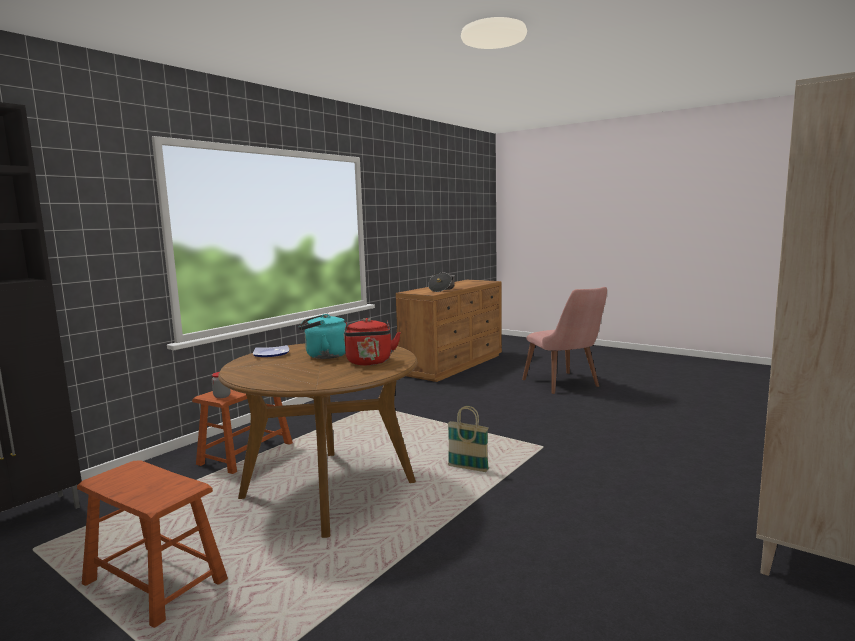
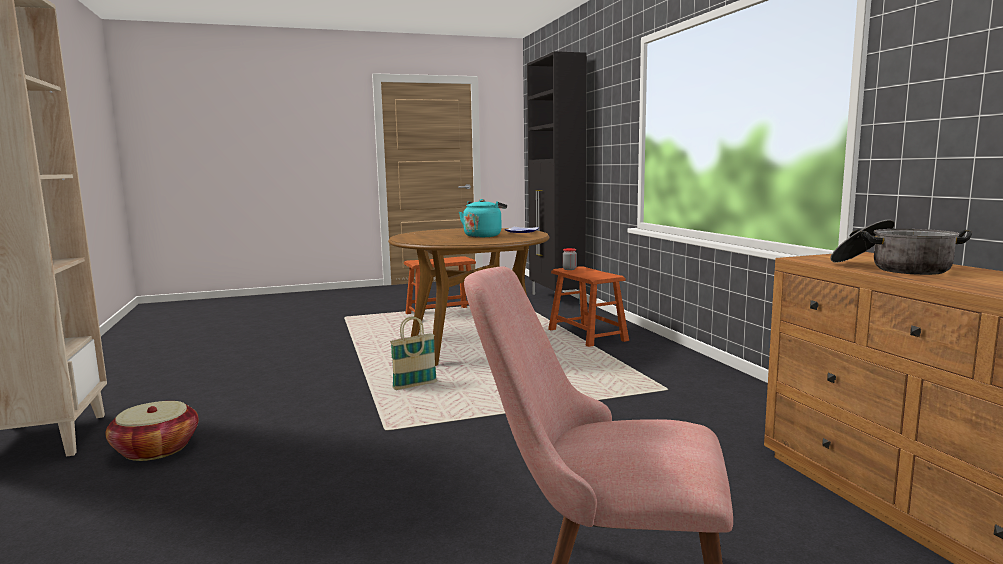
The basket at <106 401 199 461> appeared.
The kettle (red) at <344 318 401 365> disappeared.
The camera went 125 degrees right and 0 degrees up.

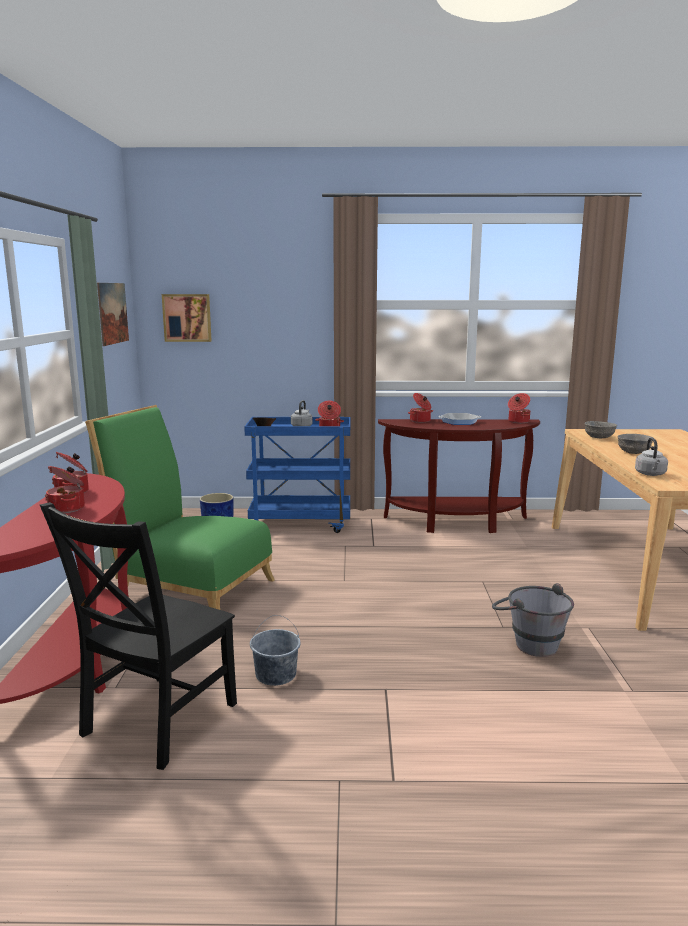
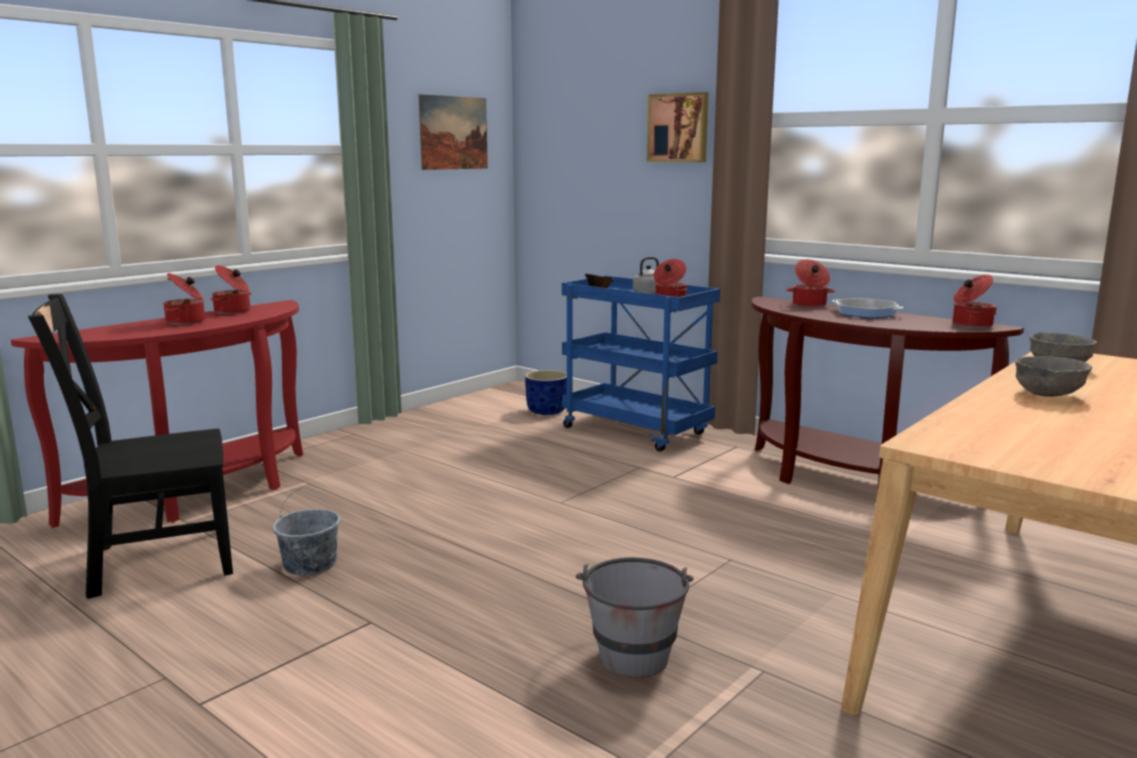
The picture moved from <162 294 212 342> to <647 92 708 162>.
The chair (green) at <85 405 275 610> disappeared.
The kettle (grey) at <635 437 668 476> disappeared.
The camera went 40 degrees right and 0 degrees up.

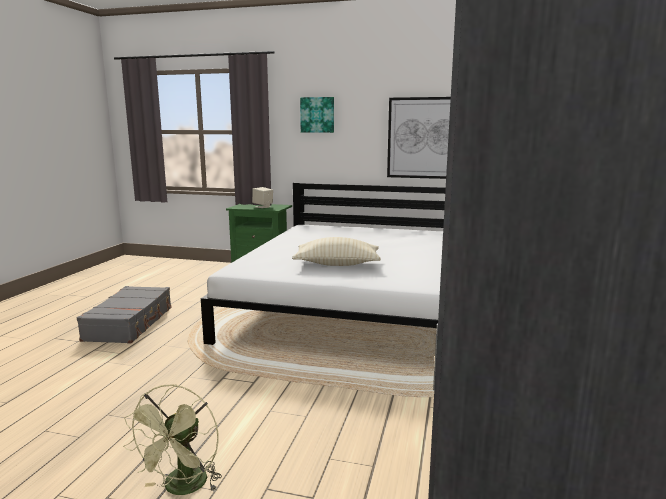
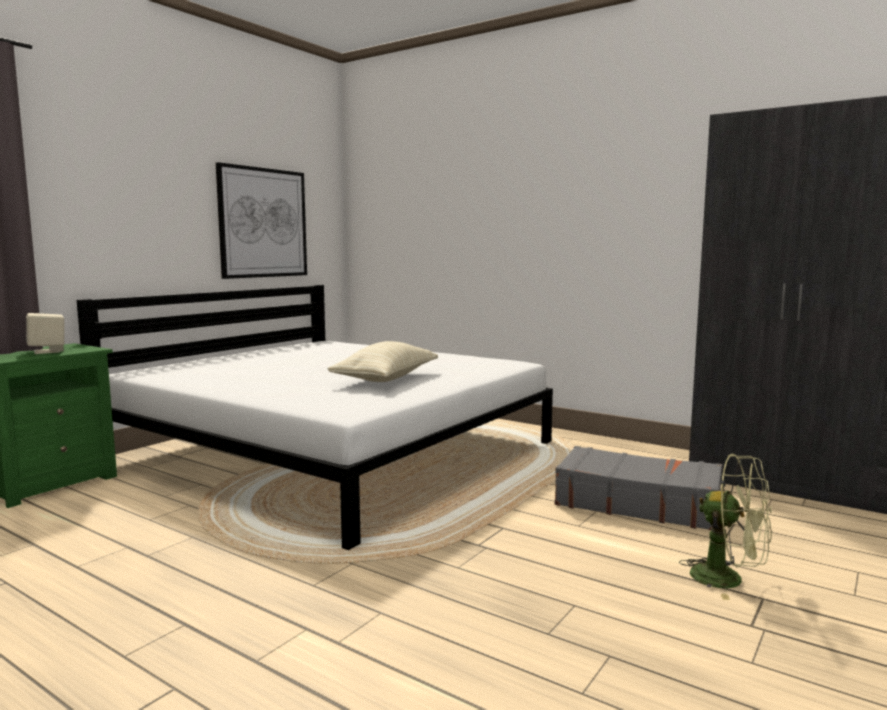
The suitcase (grey) moved from <77 286 172 344> to <555 446 722 530>.
The picture at <300 97 334 133> disappeared.
The camera went 70 degrees left and 5 degrees down.

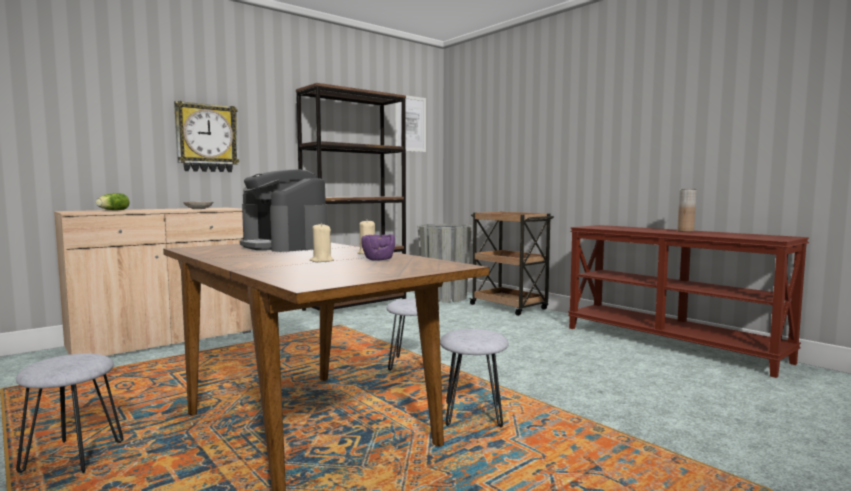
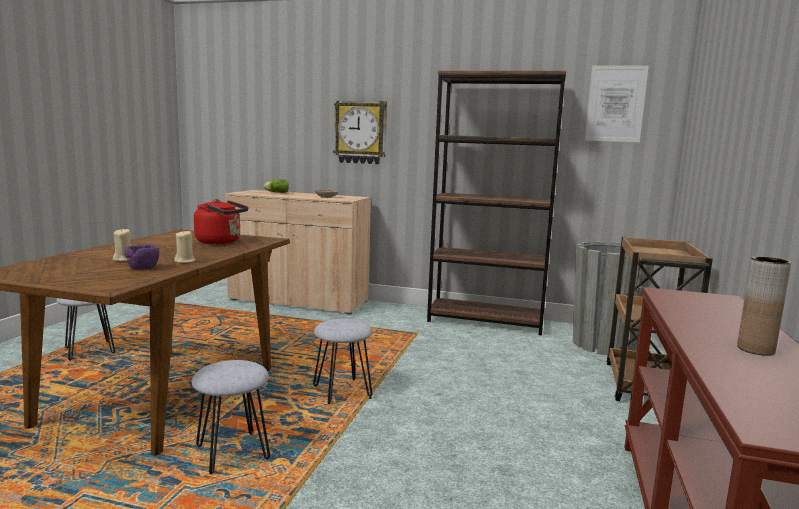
The coffee machine at <240 169 328 252> was replaced by the kettle (red) at <194 199 248 244>.
The camera went 55 degrees right and 5 degrees up.

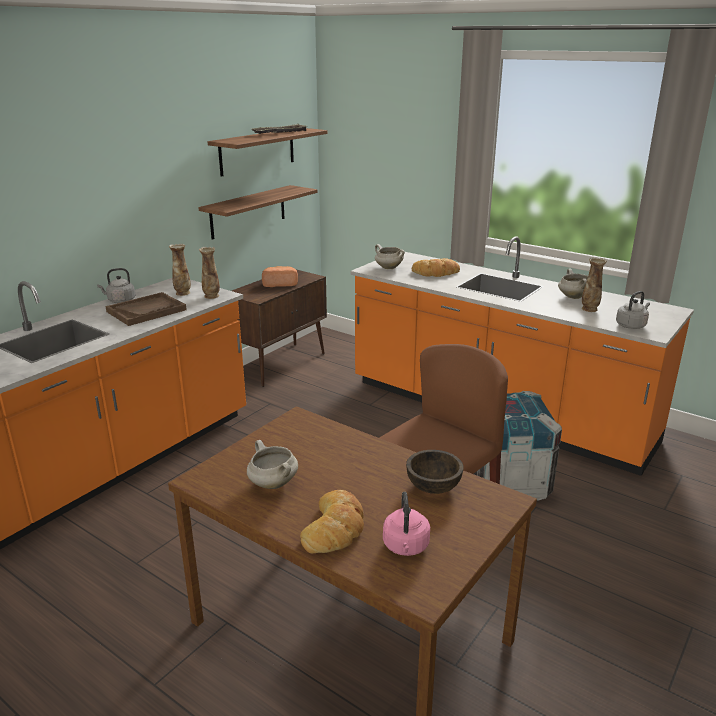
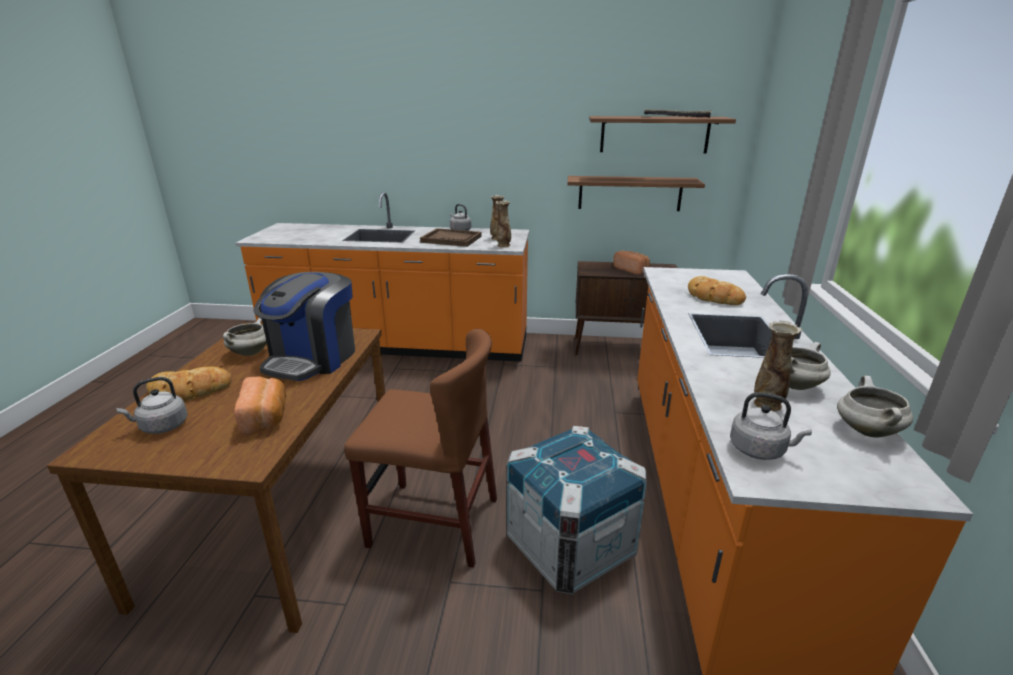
The kettle (pink) at <383 492 430 556> became the kettle (grey) at <116 377 188 434>.
The bowl (brown) at <406 450 464 494> was replaced by the bread at <234 376 286 435>.
The coffee machine at <253 272 355 381> appeared.
The cooking pot (white) moved from <375 244 405 269> to <837 376 913 438>.
The camera went 60 degrees right and 0 degrees up.

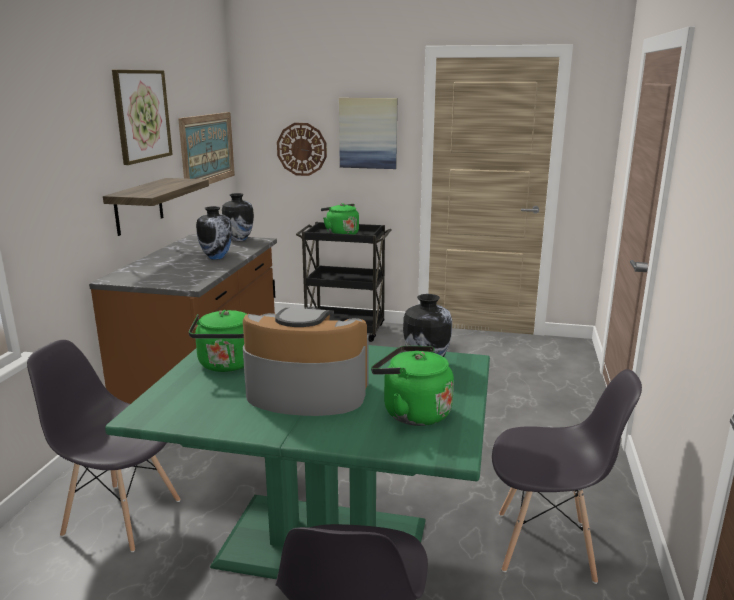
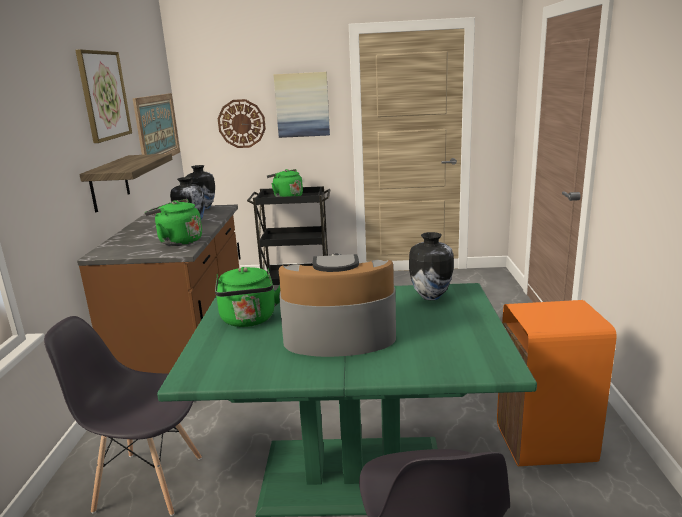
The kettle (green) moved from <371 346 454 426> to <144 199 202 246>.
The chair (grey) at <492 369 642 584> was replaced by the trash can (orange) at <497 300 616 466>.
The camera went 10 degrees left and 0 degrees up.

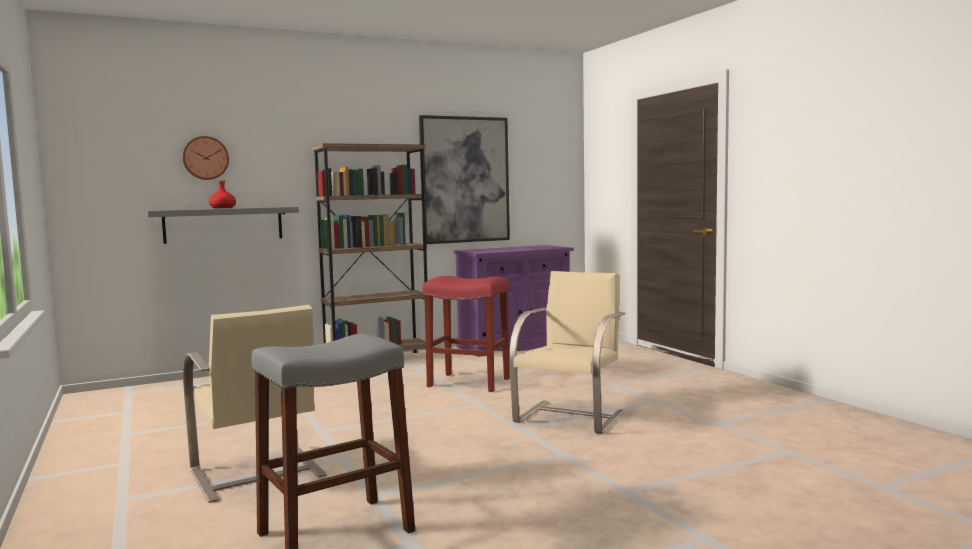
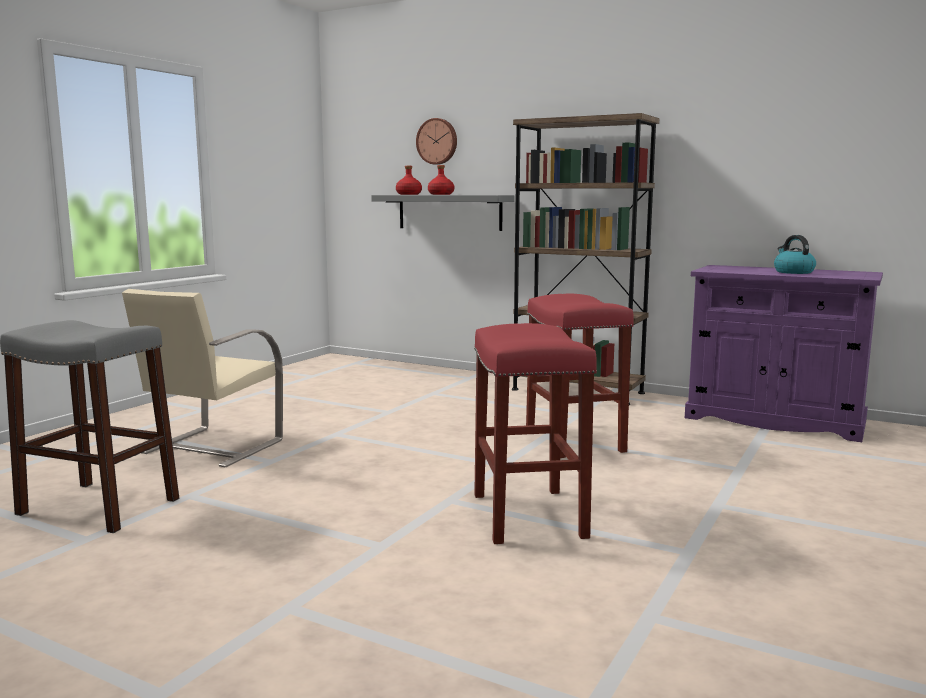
The bottle (red) at <396 166 422 195> appeared.
The chair (beige) at <509 271 625 434> was replaced by the stool (red) at <474 323 597 544>.
The kettle at <774 235 816 274> appeared.
The picture at <419 115 510 244> disappeared.
The camera went 55 degrees right and 5 degrees up.

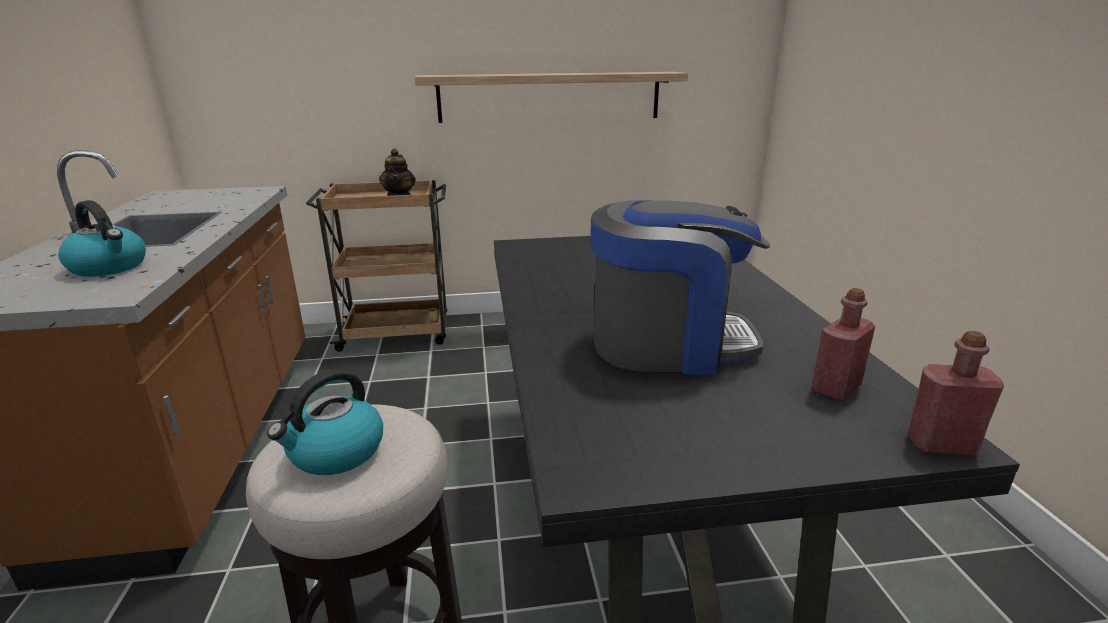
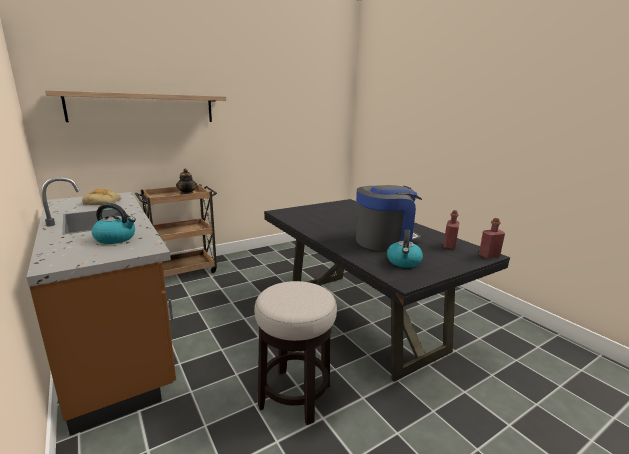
The shelf moved from <415 72 688 123> to <45 90 226 122>.
The bread at <82 189 121 205> appeared.
The kettle moved from <267 369 383 475> to <387 229 423 268>.
The camera went 25 degrees left and 5 degrees down.

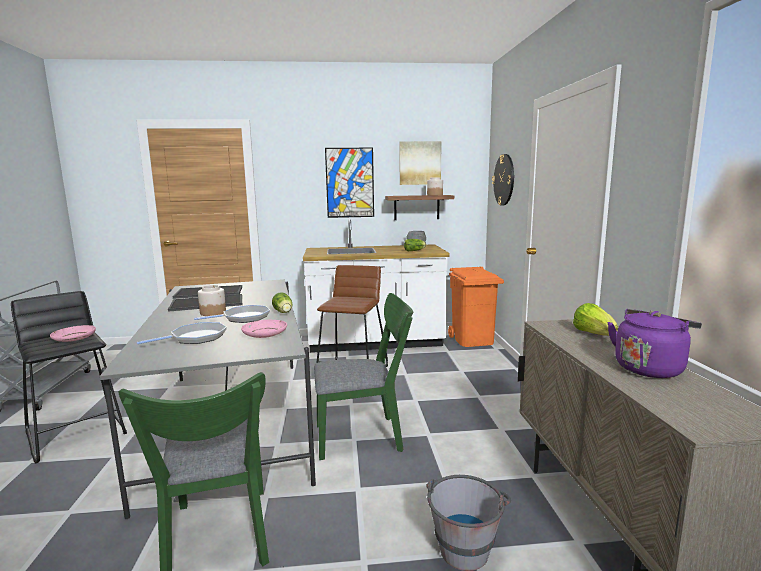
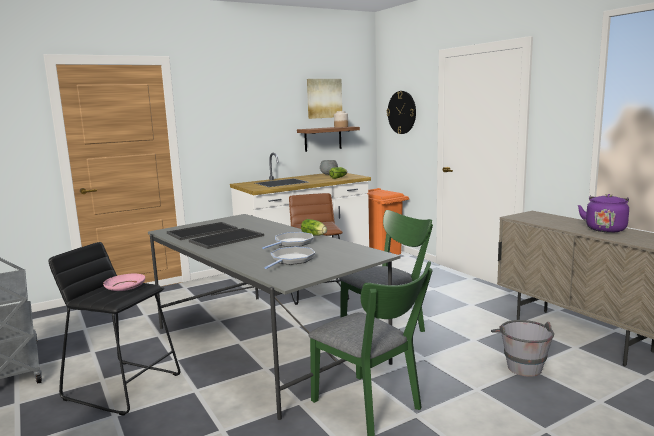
The jar at <198 285 226 316> disappeared.
The plate (pink) at <241 320 287 338> disappeared.
The picture at <325 148 374 218> disappeared.
The lettuce at <573 303 618 336> disappeared.
The camera went 25 degrees left and 0 degrees up.

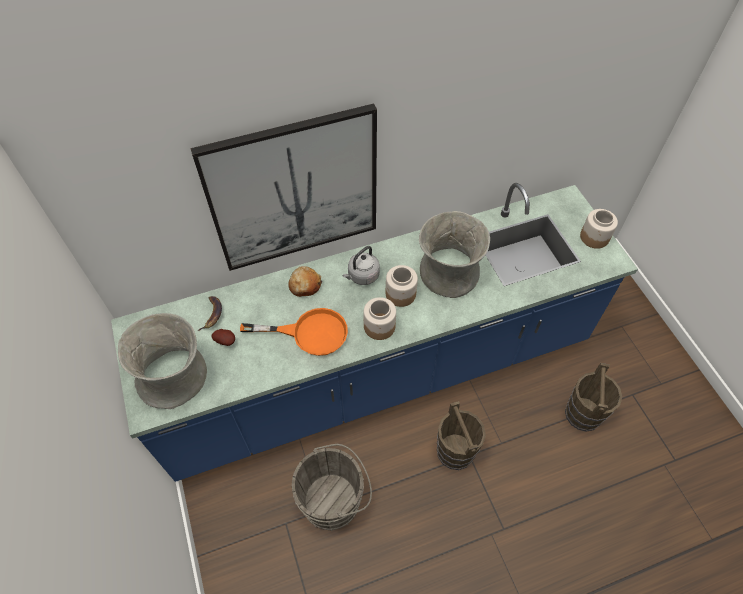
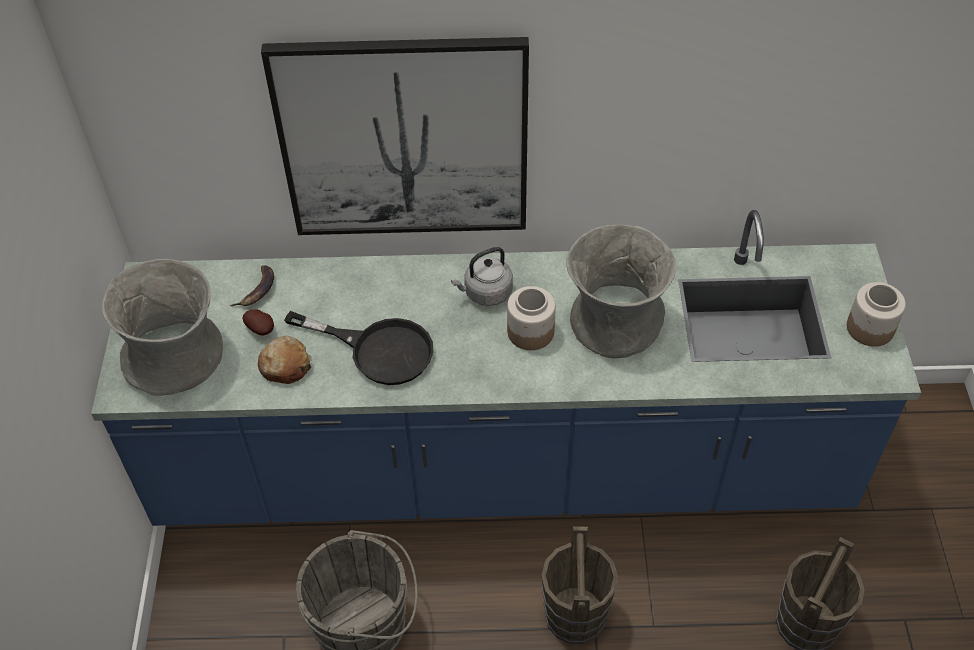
The bread moved from <288 266 323 297> to <258 336 312 384>.
The frying pan (orange) at <240 308 348 356> became the frying pan (black) at <284 311 433 385>.
The jar at <363 297 396 340> disappeared.
The camera went 20 degrees right and 5 degrees down.

